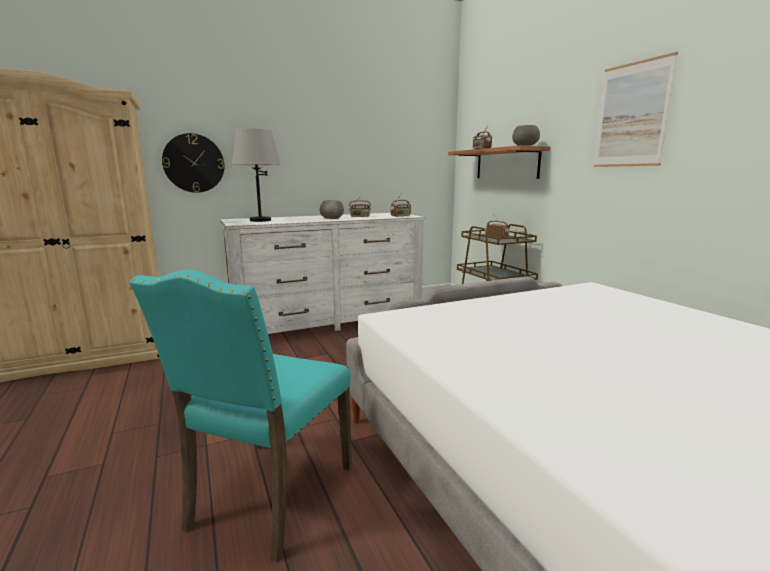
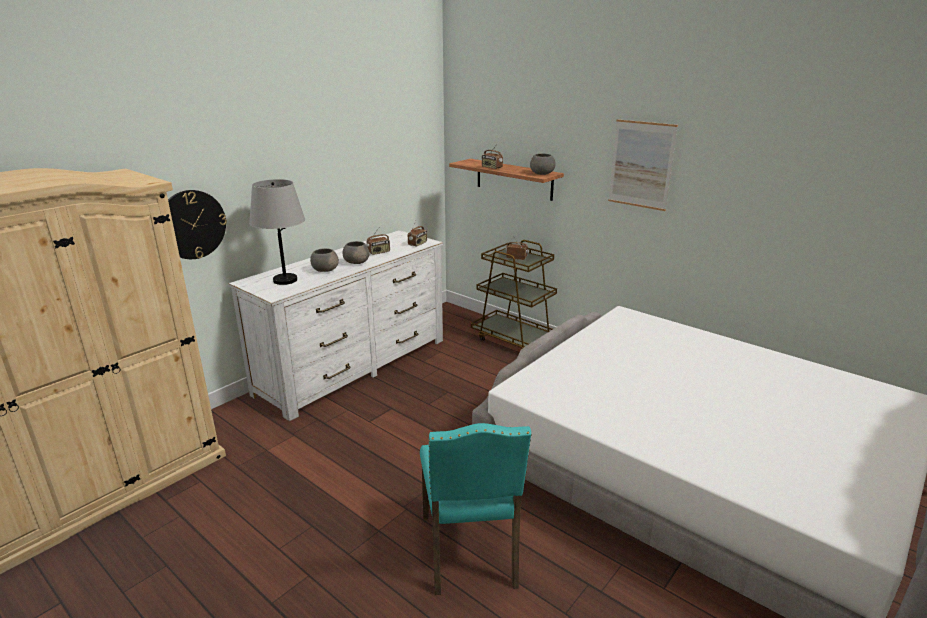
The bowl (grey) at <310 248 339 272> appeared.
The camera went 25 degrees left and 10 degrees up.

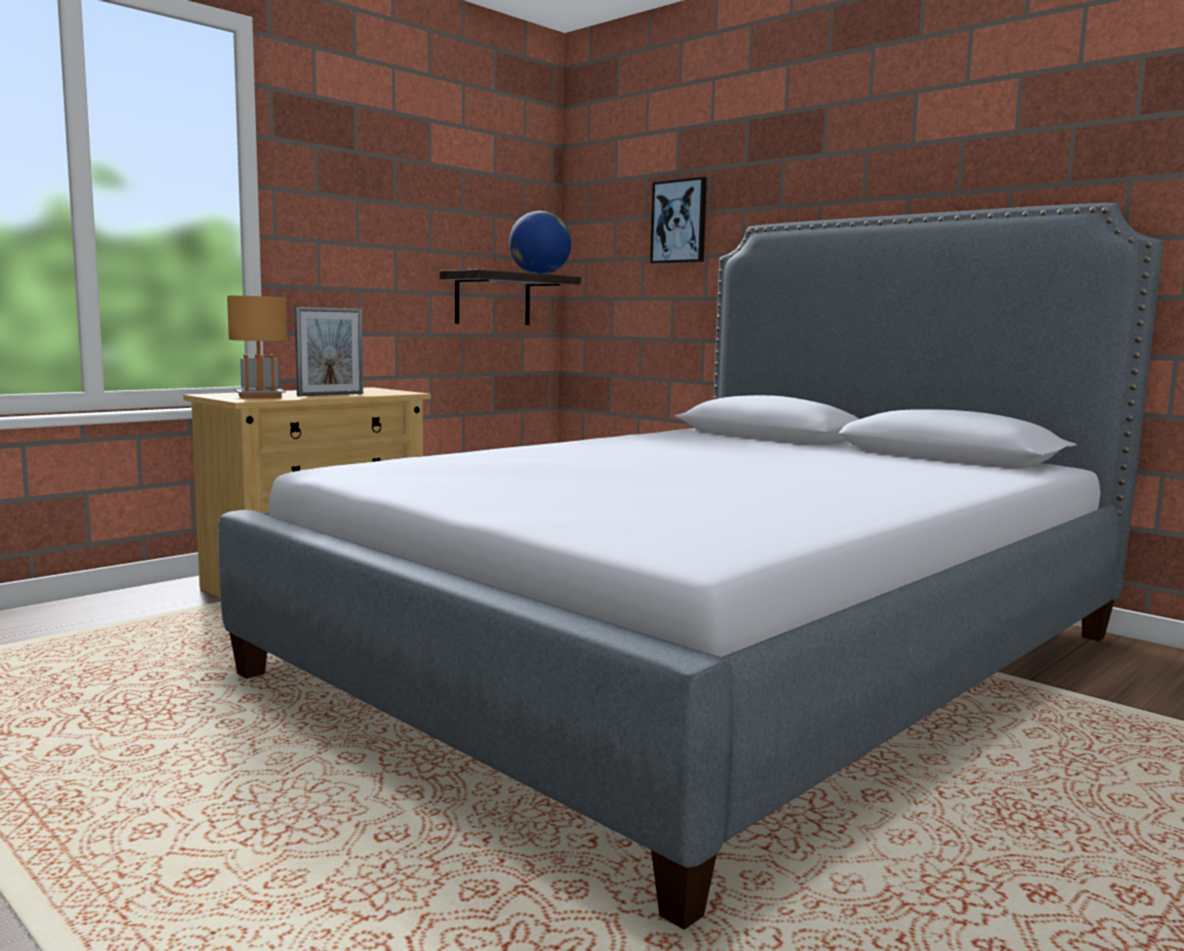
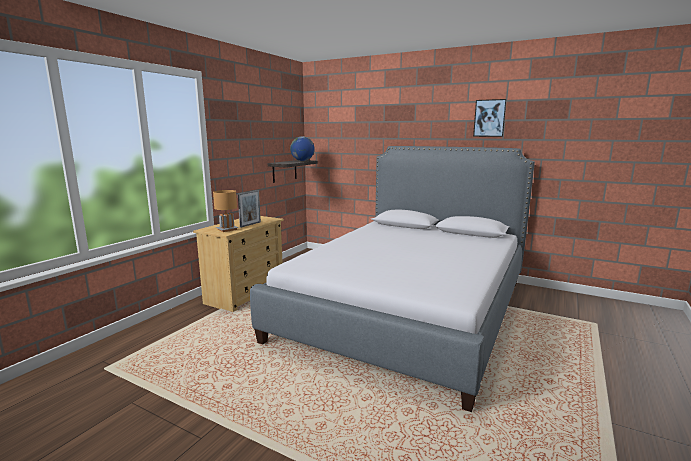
The picture moved from <650 177 707 264> to <473 99 507 137>.
The camera went 15 degrees left and 5 degrees up.

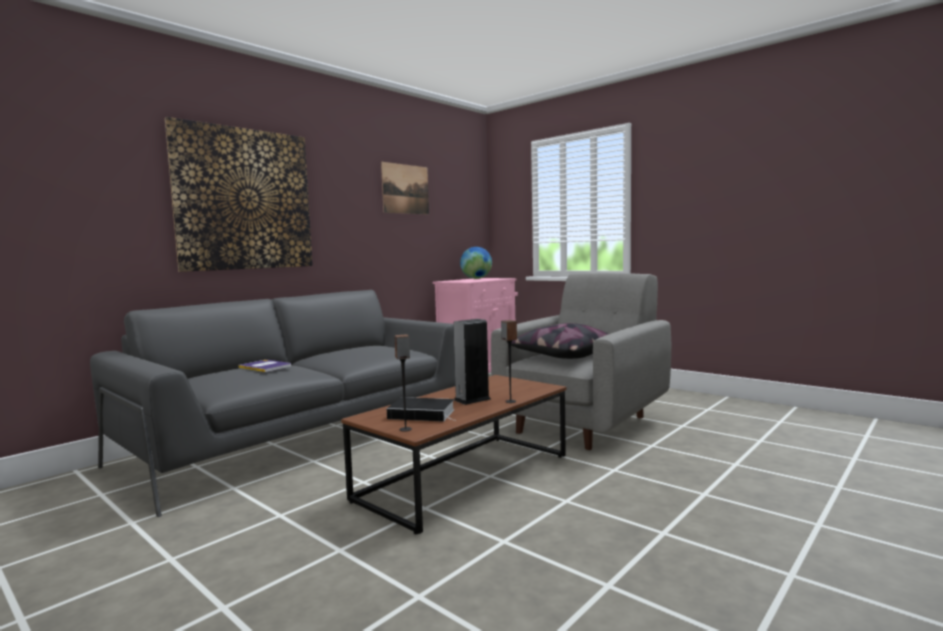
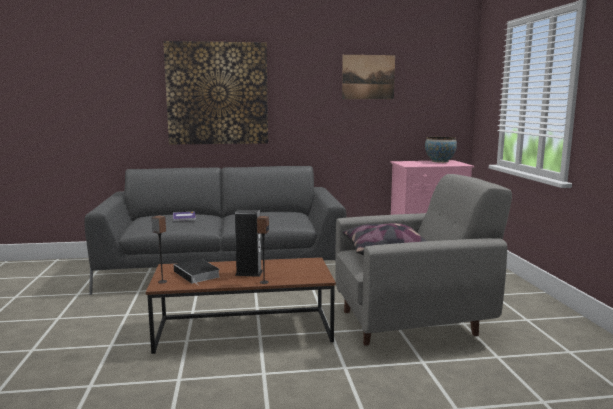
The globe at <460 247 492 279> was replaced by the bowl at <425 137 457 163>.
The camera went 40 degrees right and 5 degrees up.

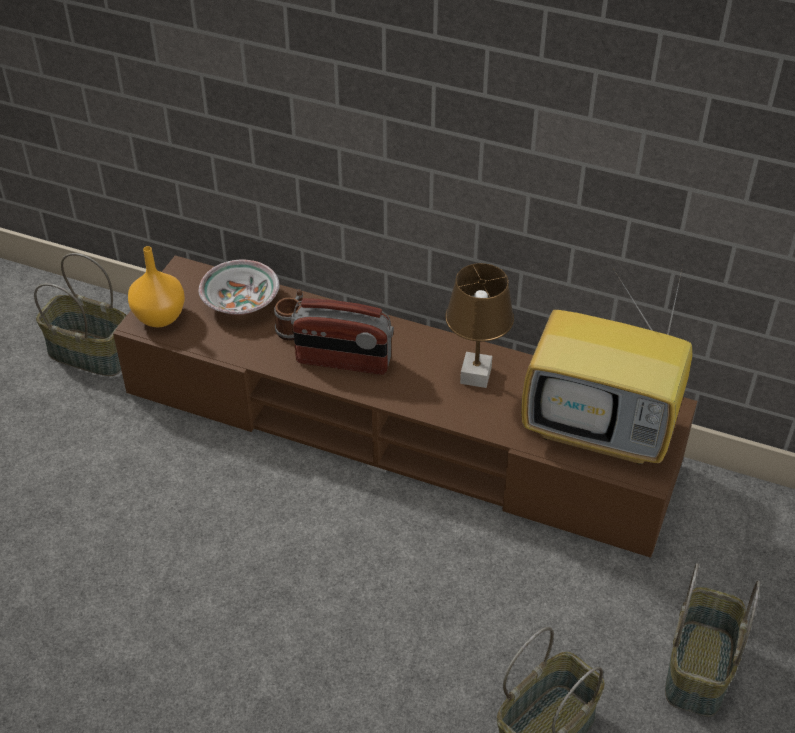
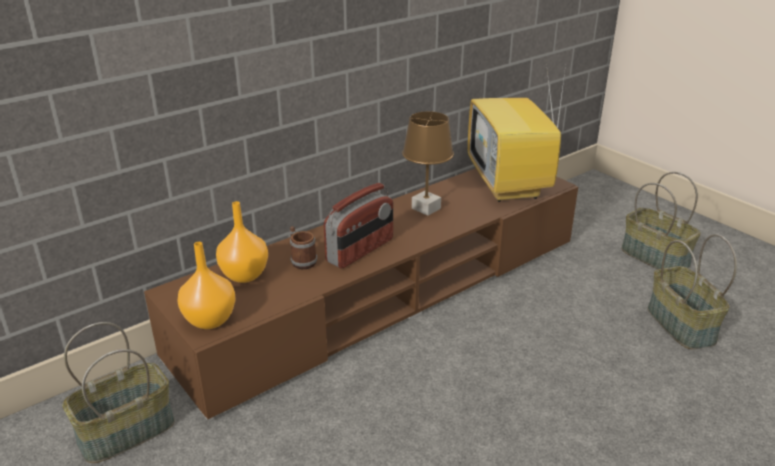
The bowl at <199 259 280 315> was replaced by the vase (orange) at <216 201 268 283>.
The television at <521 265 693 465> turned 120 degrees clockwise.
The camera went 60 degrees left and 15 degrees down.

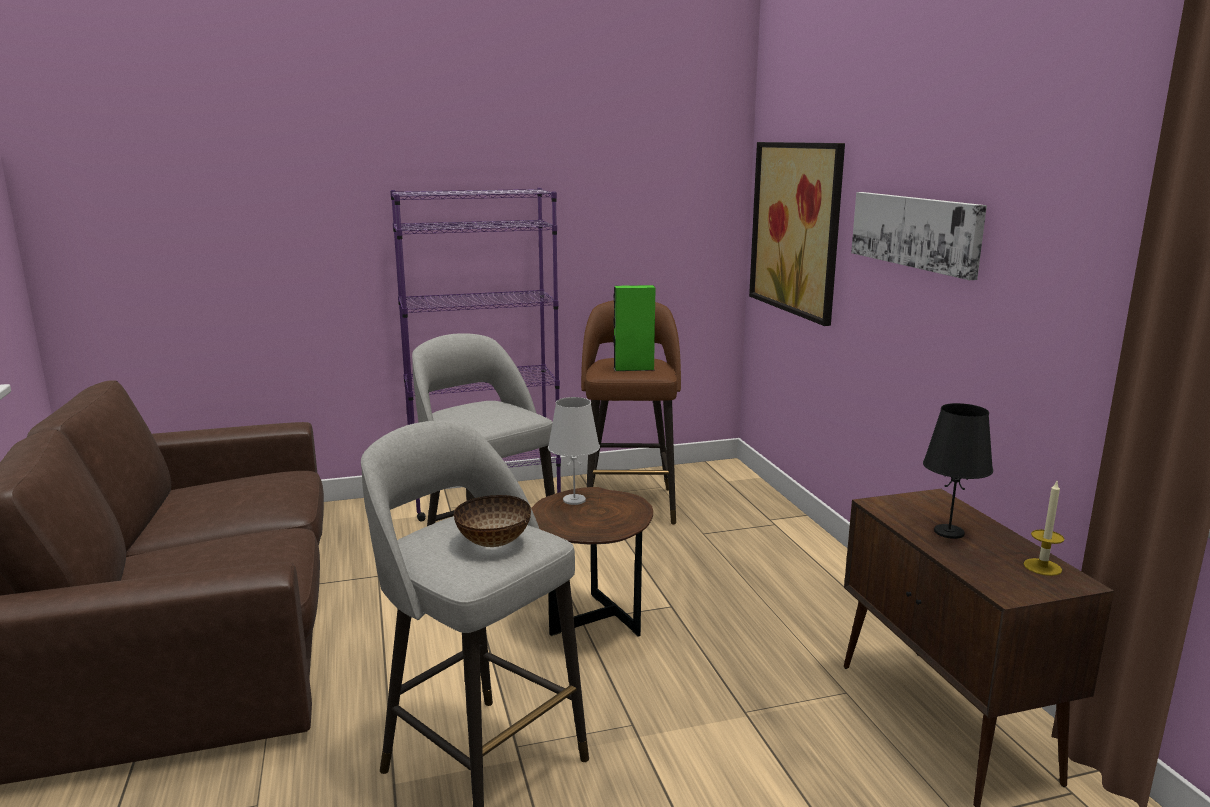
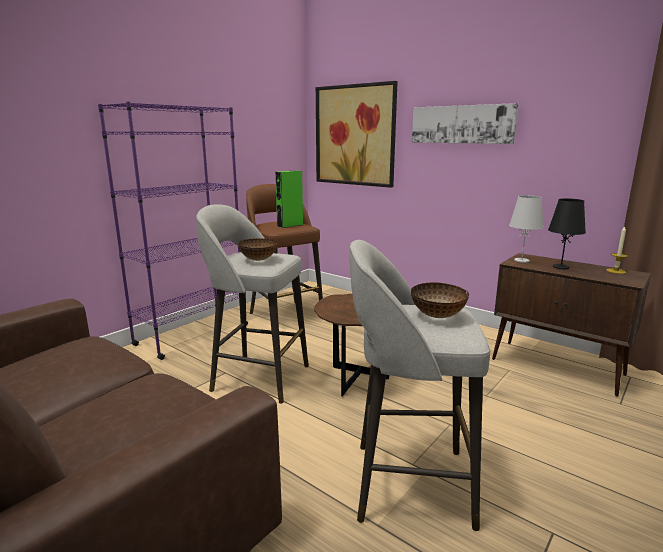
The bowl at <238 238 277 261> appeared.
The table lamp (white) moved from <548 397 600 505> to <509 195 544 263>.
The camera went 35 degrees left and 0 degrees up.

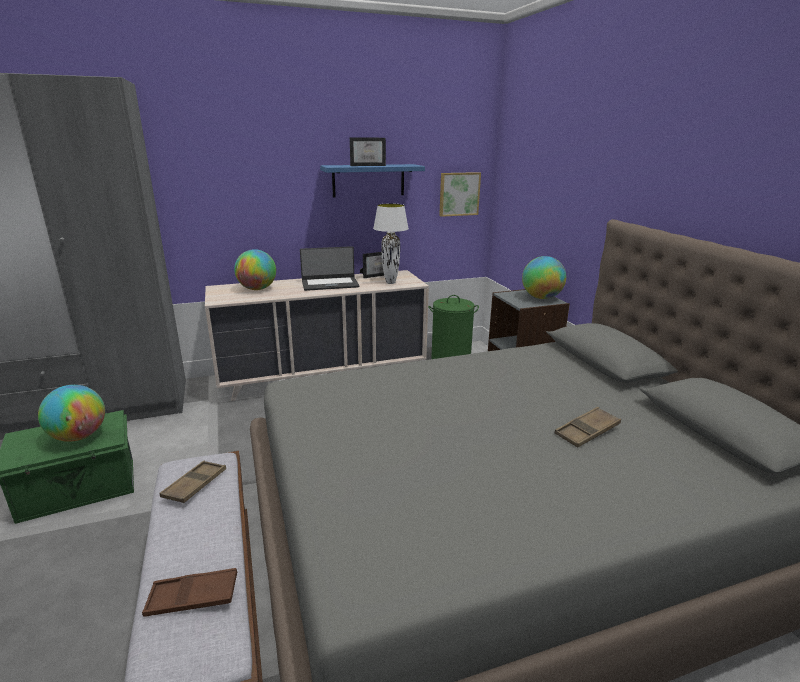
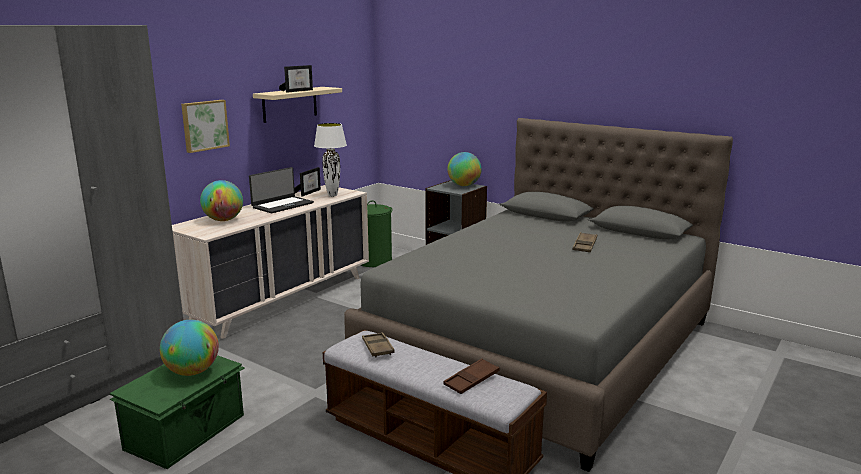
The picture moved from <439 172 481 217> to <181 100 230 153>.
The shelf (blue) at <320 164 425 197> became the shelf (beige) at <253 87 342 123>.
The camera went 35 degrees left and 5 degrees down.

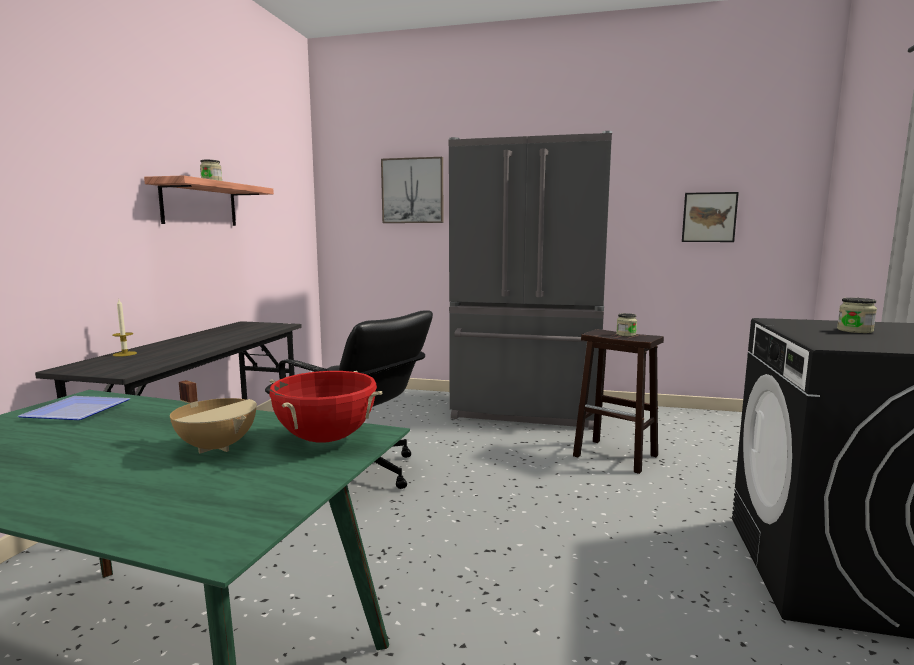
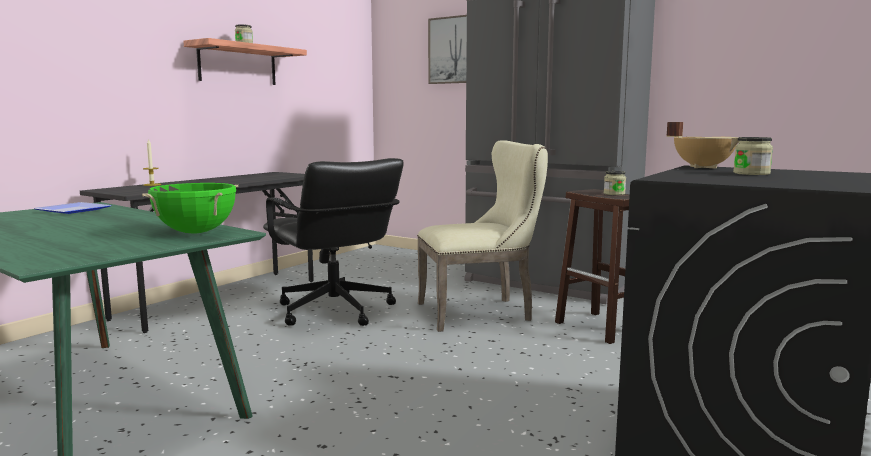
The cooking pot (red) at <269 371 382 443> became the cooking pot (green) at <142 183 238 234>.
The chair (beige) at <417 140 548 332> appeared.
The cooking pot (beige) moved from <170 380 257 454> to <666 122 739 169>.
The picture at <682 192 739 242> disappeared.
The camera went 20 degrees right and 0 degrees up.

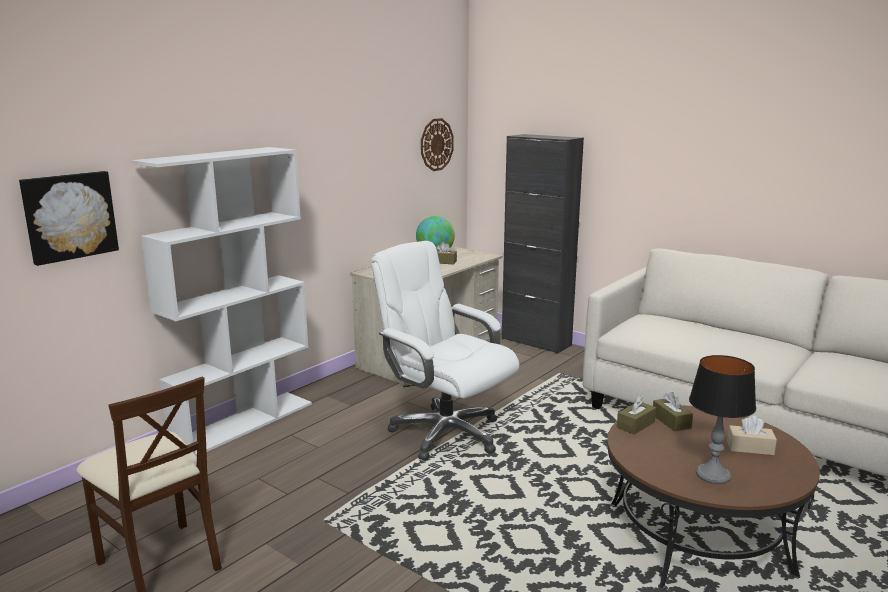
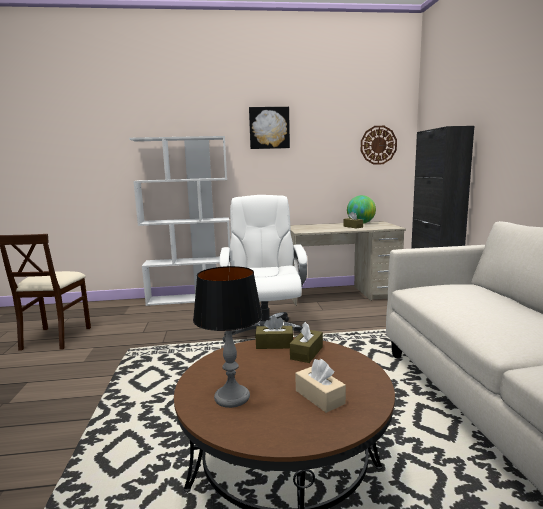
The picture moved from <19 171 119 266> to <249 107 290 149>.
The camera went 45 degrees right and 5 degrees down.

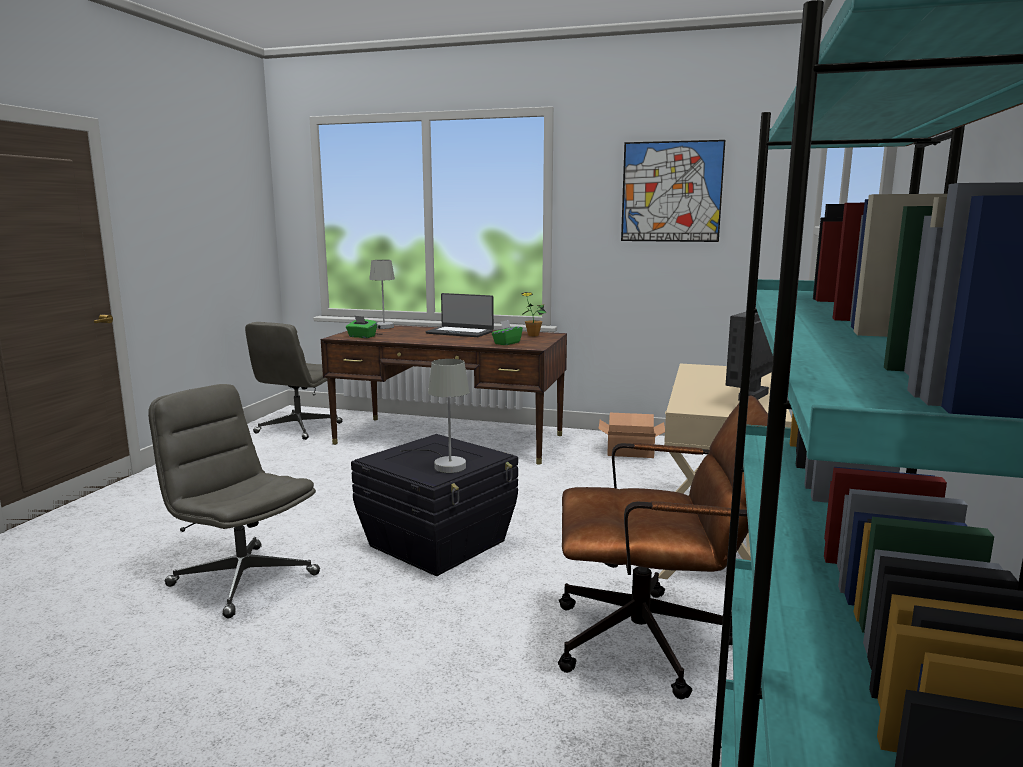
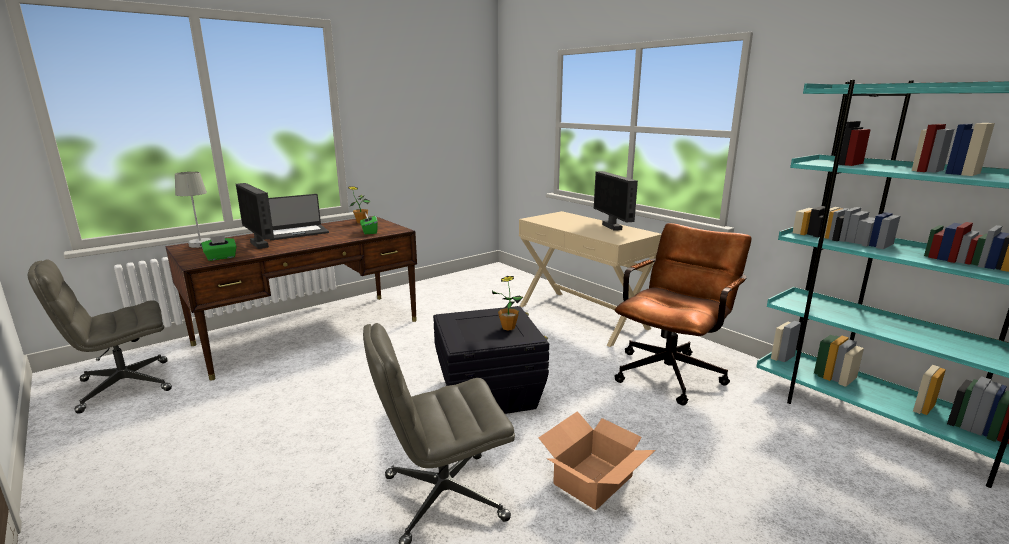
The office chair (grey) at <245 322 343 440> turned 90 degrees clockwise.
The monitor at <236 183 274 249> appeared.
The table lamp (grey) at <400 359 469 473> was replaced by the potted plant at <492 276 523 330>.
The cardboard box moved from <598 413 665 458> to <539 411 656 510>.
The picture at <621 140 725 242> disappeared.
The camera went 55 degrees left and 5 degrees up.

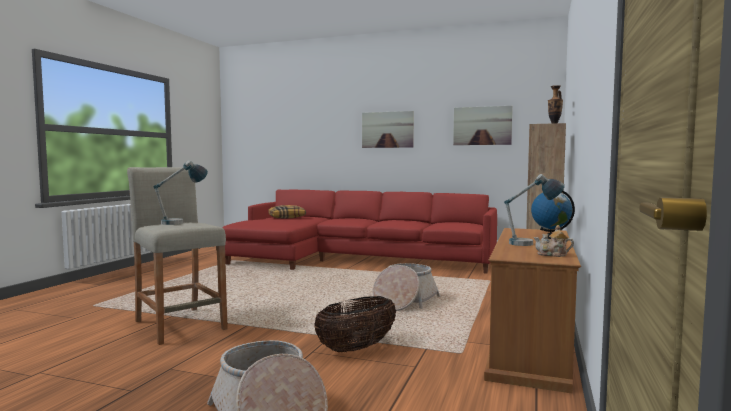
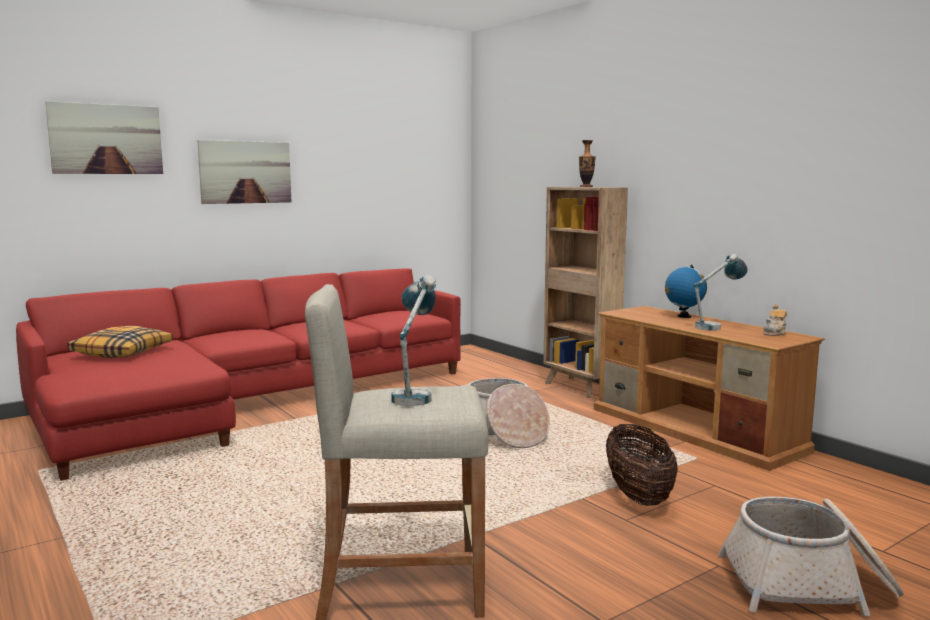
The picture moved from <453 106 513 145> to <45 101 163 174>.
The camera went 55 degrees left and 5 degrees up.

